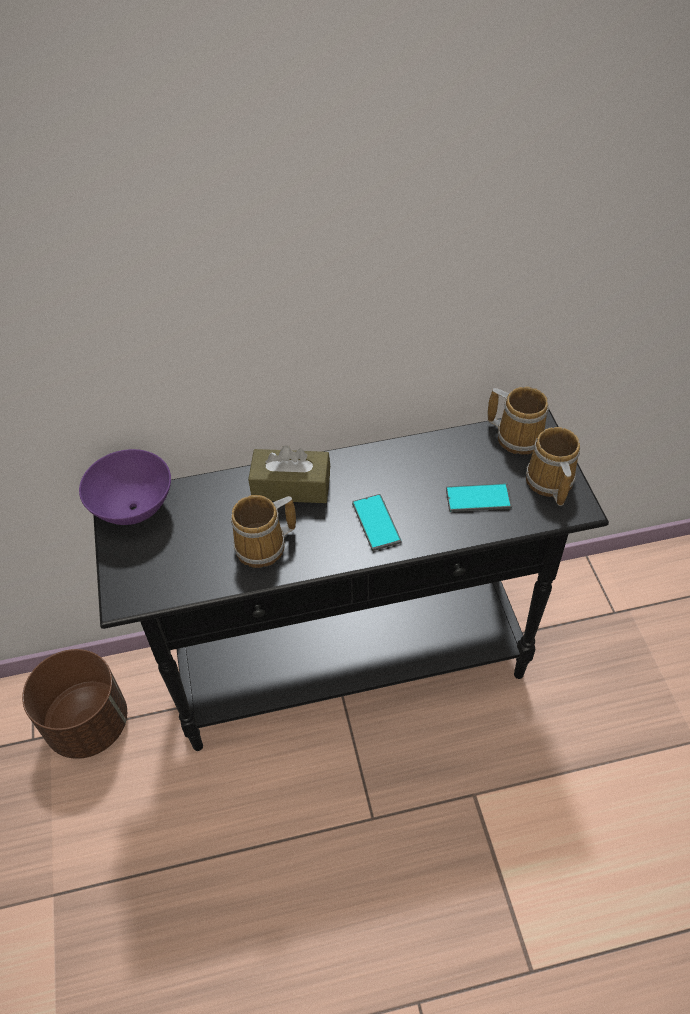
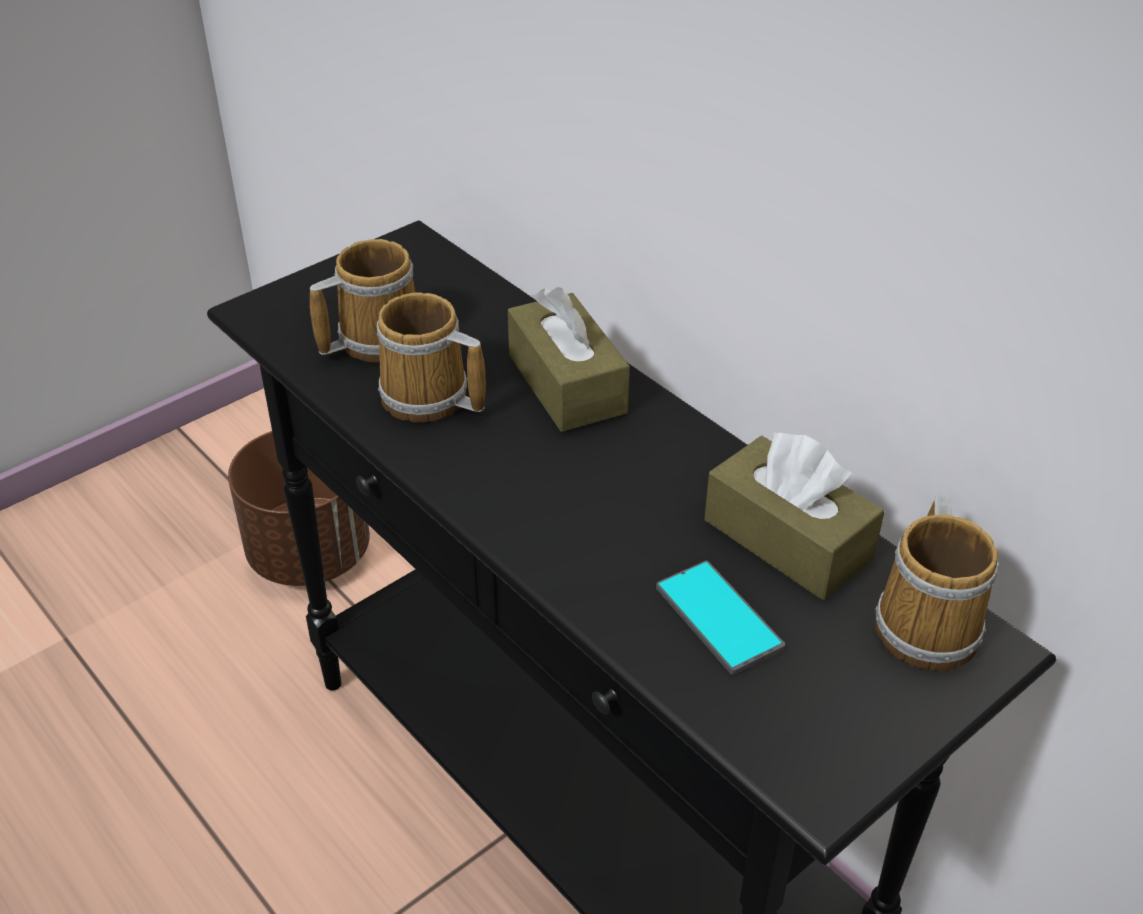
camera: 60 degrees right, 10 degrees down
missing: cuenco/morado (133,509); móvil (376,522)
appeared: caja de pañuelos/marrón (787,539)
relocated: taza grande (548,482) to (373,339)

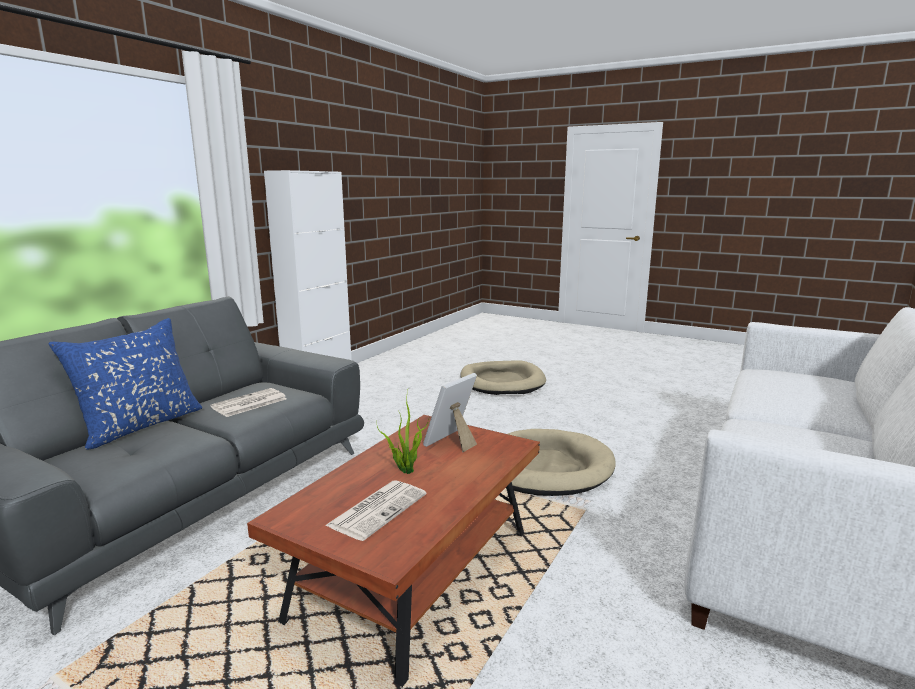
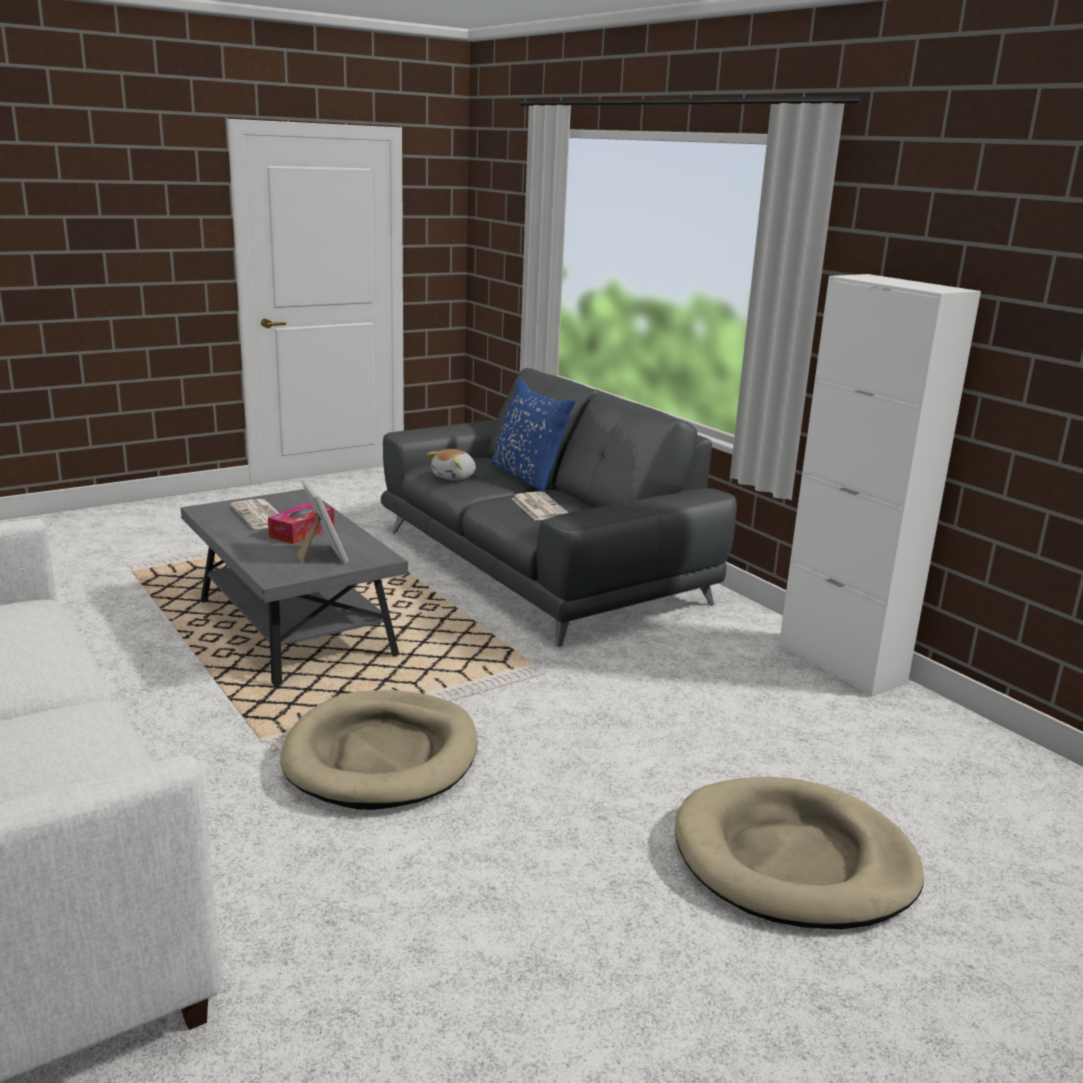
camera: 115 degrees right, 5 degrees up
appeared: peluche (454,477)
exchanged: planta en maceta (405,470) to caja de pañuelos (302,532)
colour: mesa de centro/marrón (415,576) to mesa de centro/gris (294,629)

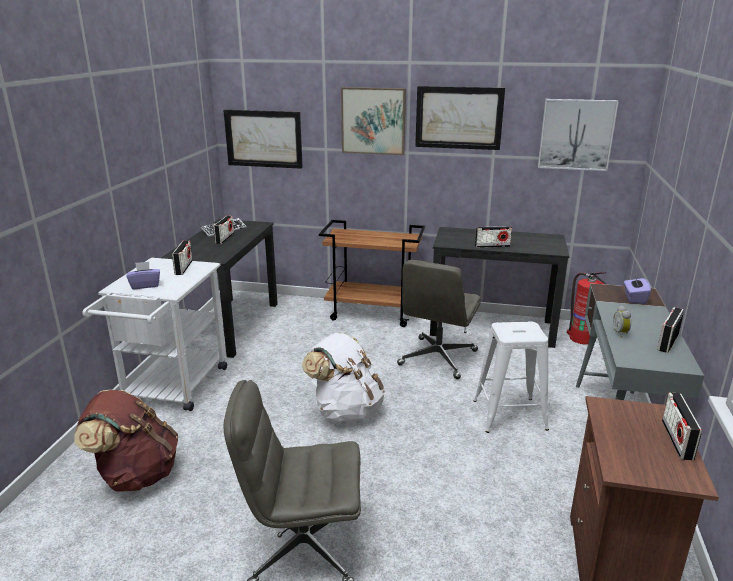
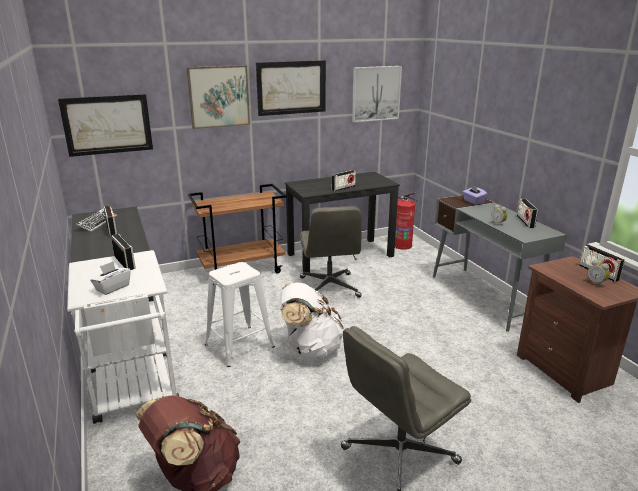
camera: 35 degrees left, 0 degrees up
appeared: despertador (596,283)
relocated: taburete/blanco (509,415) to (239,345)
colour: caja de pañuelos/morado (145,285) to caja de pañuelos/blanco (112,288)

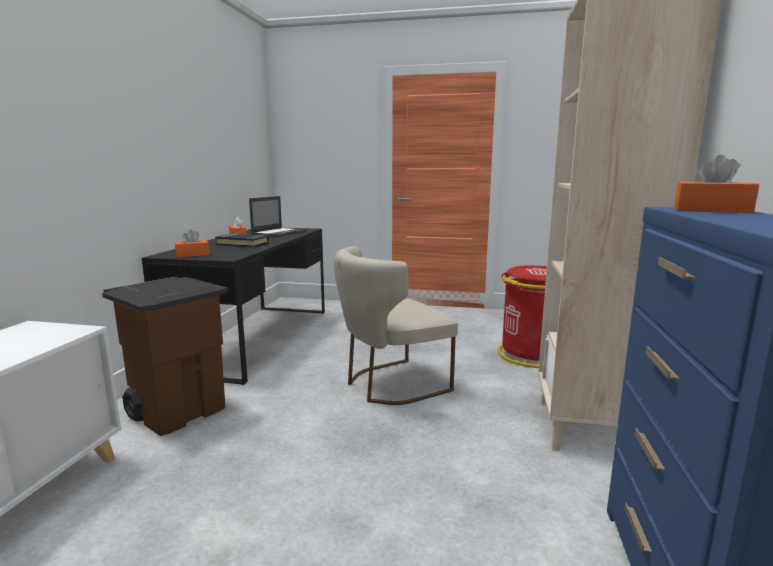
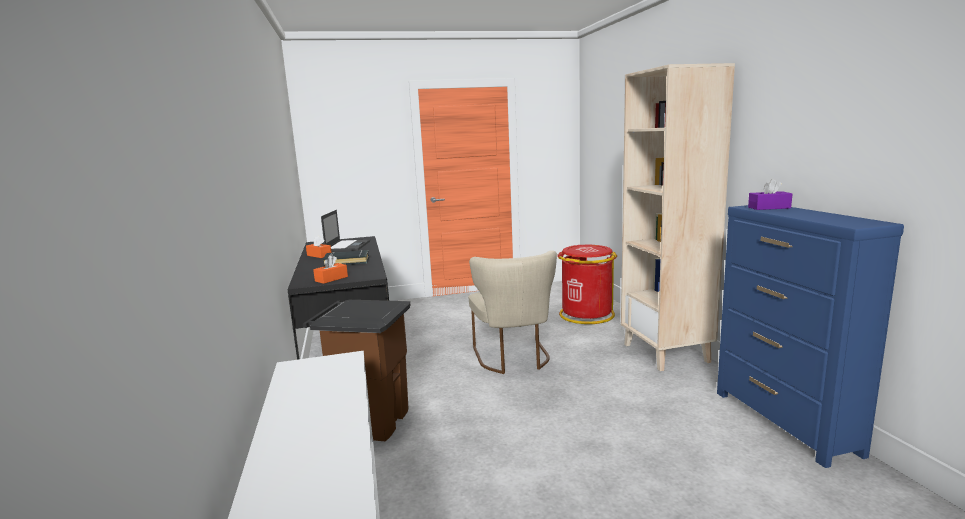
camera: 25 degrees left, 0 degrees up
colour: caja de pañuelos/naranja (711,210) to caja de pañuelos/morado (769,208)
spun: silla/beis (390,384) = (514,359) 45 degrees counterclockwise

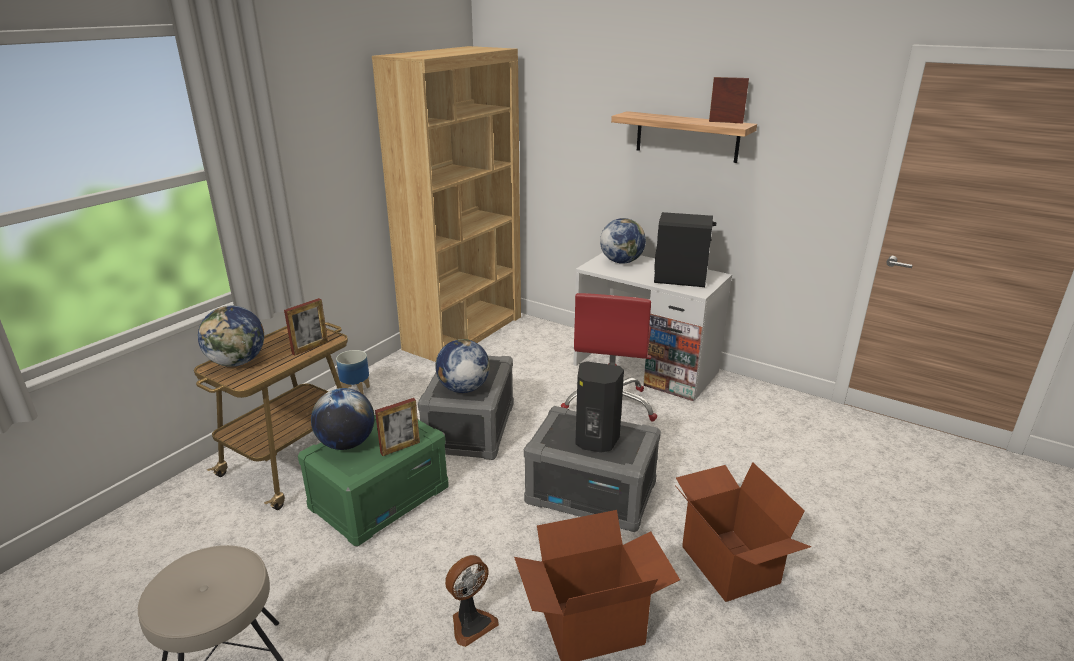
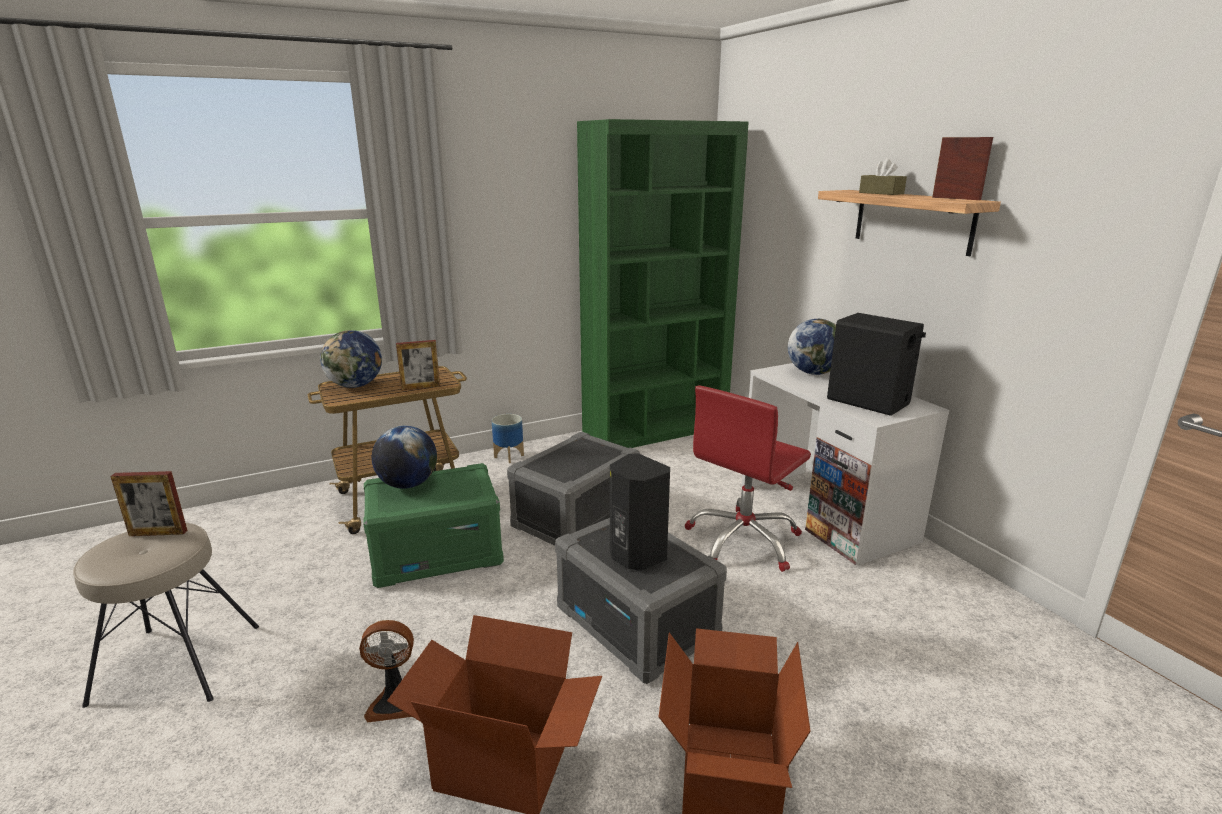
camera: 30 degrees right, 5 degrees down
missing: globo terráqueo (463,389)
appeared: caja de pañuelos/marrón (881,193)
relocated: portarretratos (400,448) to (158,533)
colour: estantería/marrón (464,332) to estantería/verde (655,429)

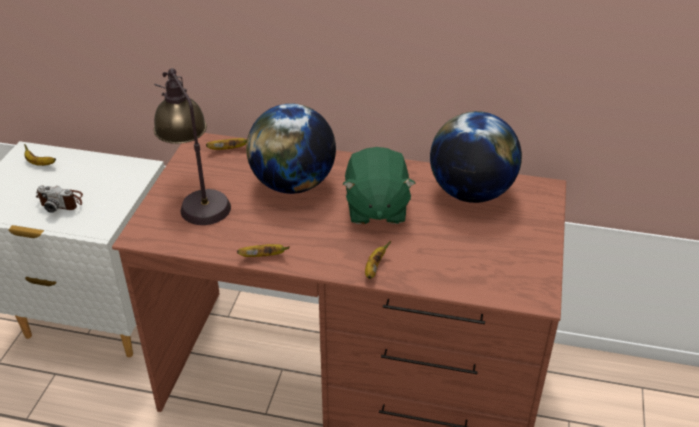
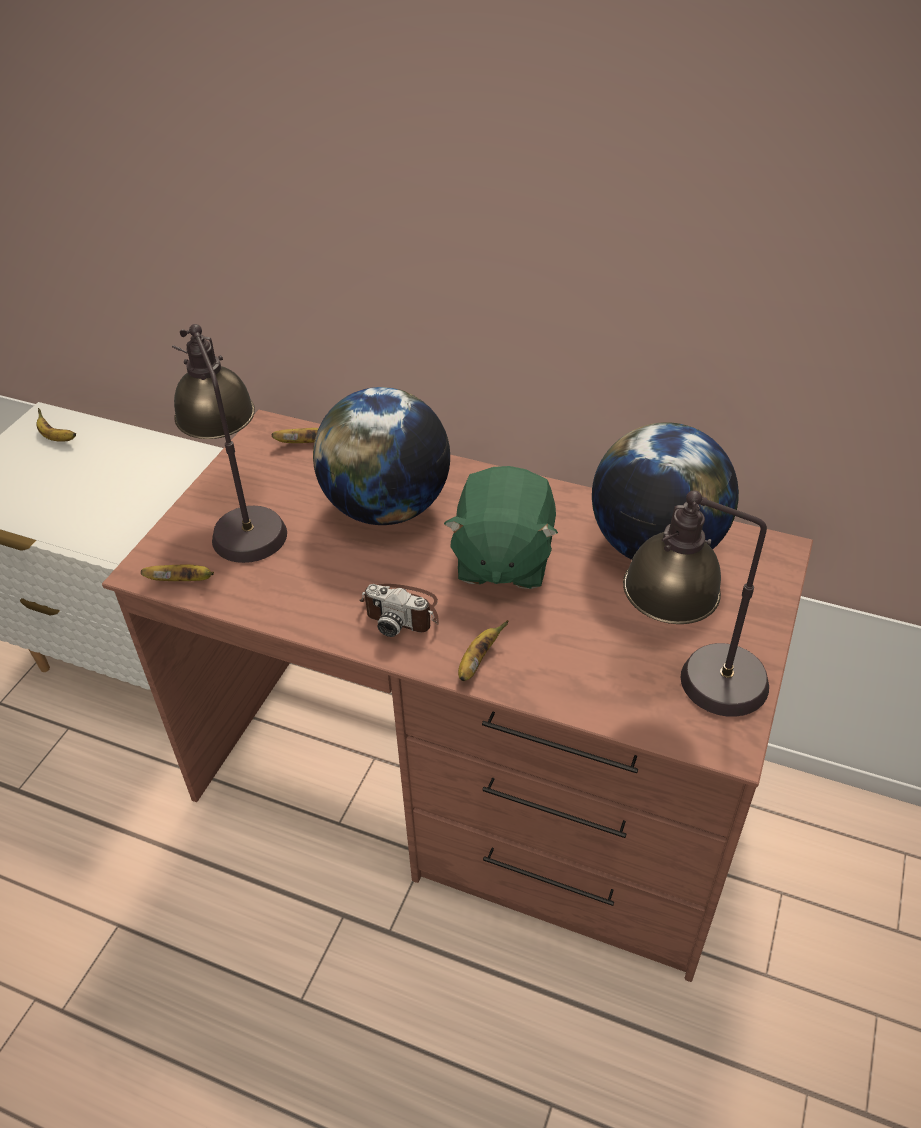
camera: 10 degrees right, 5 degrees up
appeared: lámpara de mesa (689,680)
relocated: cámara (62,201) to (402,611); plátano (263,256) to (183,581)

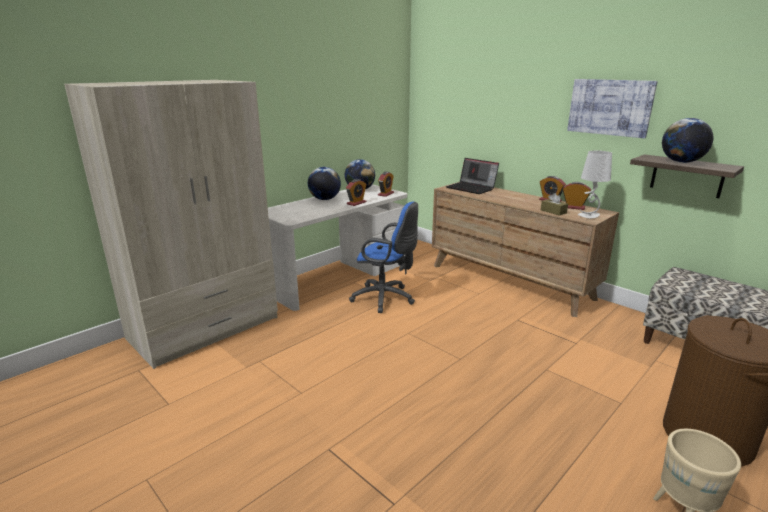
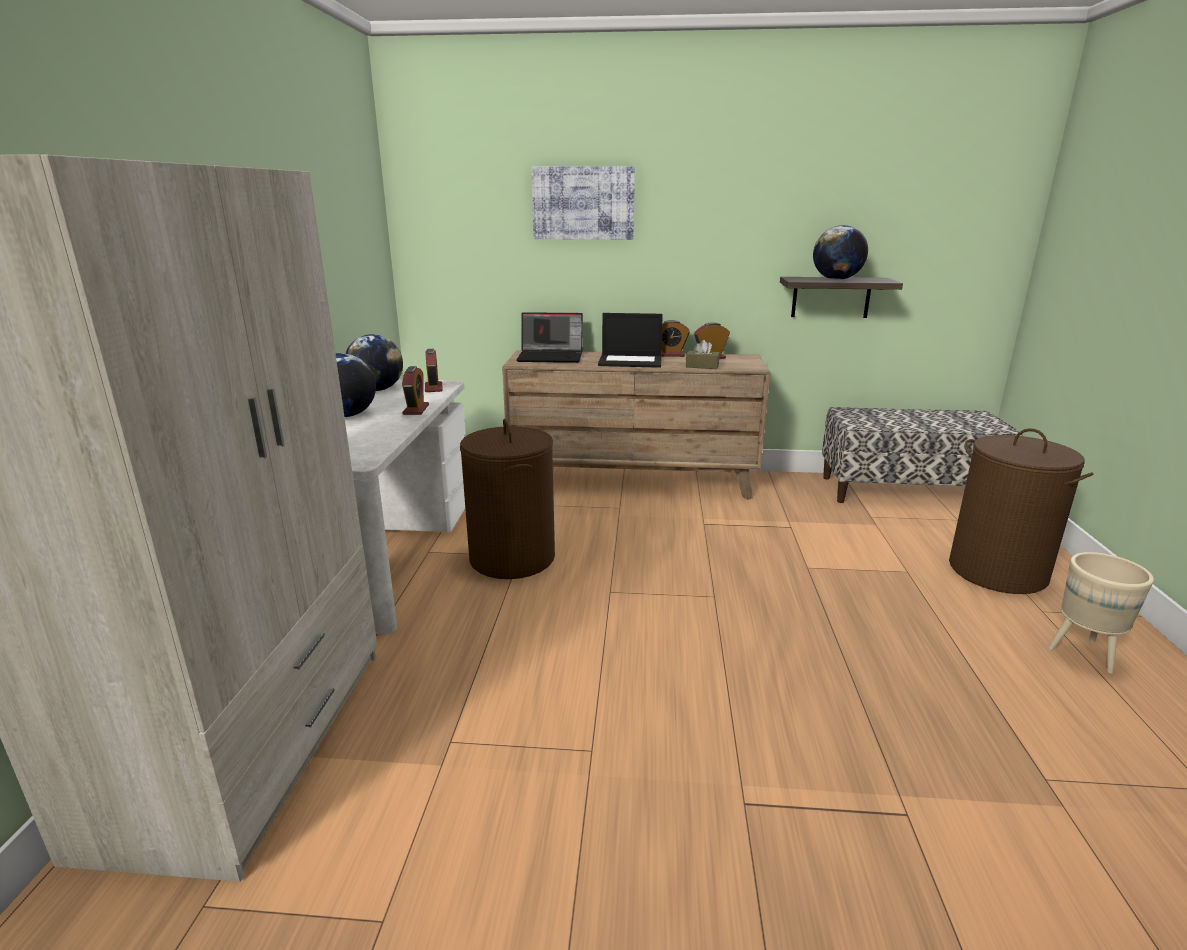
camera: 40 degrees left, 0 degrees up
missing: lámpara de mesa/gris (589,216)
appeared: portátil (631,361)
relocated: cuadro (610,107) to (583,203)
exchanged: silla de oficina/azul (386,299) to cesto de la ropa/marrón (512,558)

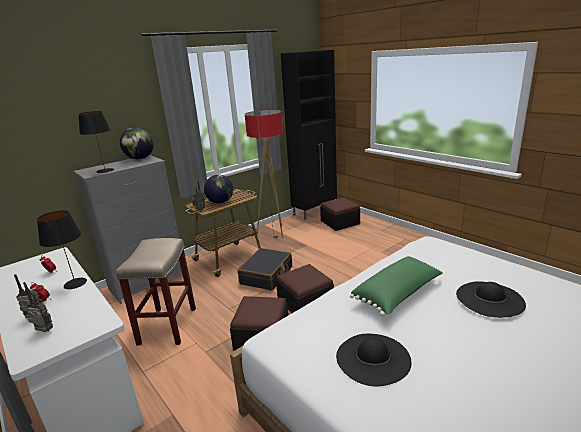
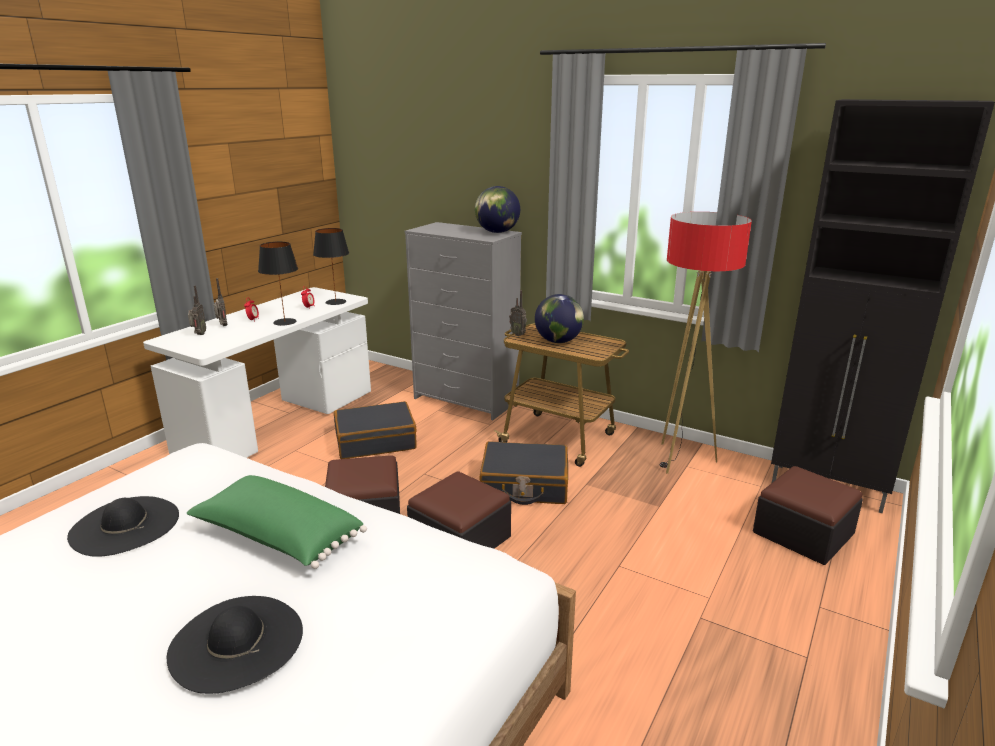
camera: 70 degrees right, 0 degrees up
relocated: lámpara de mesa/negro (105,170) to (335,302)
exchanged: taburete/beis (168,326) to maleta/negro (375,441)

